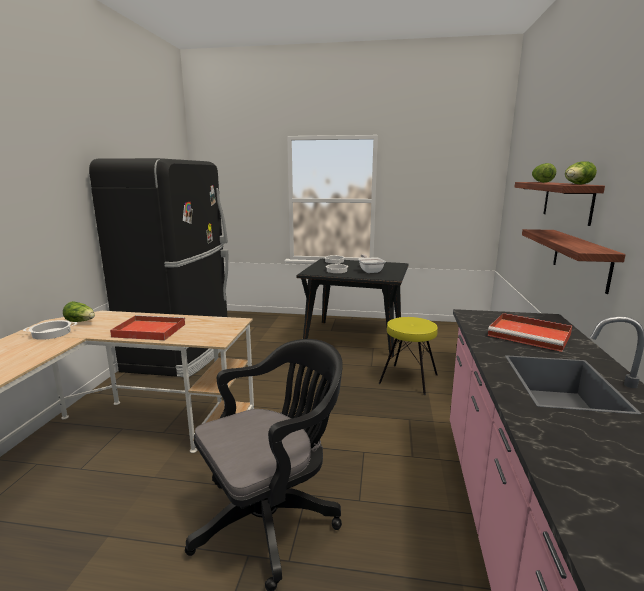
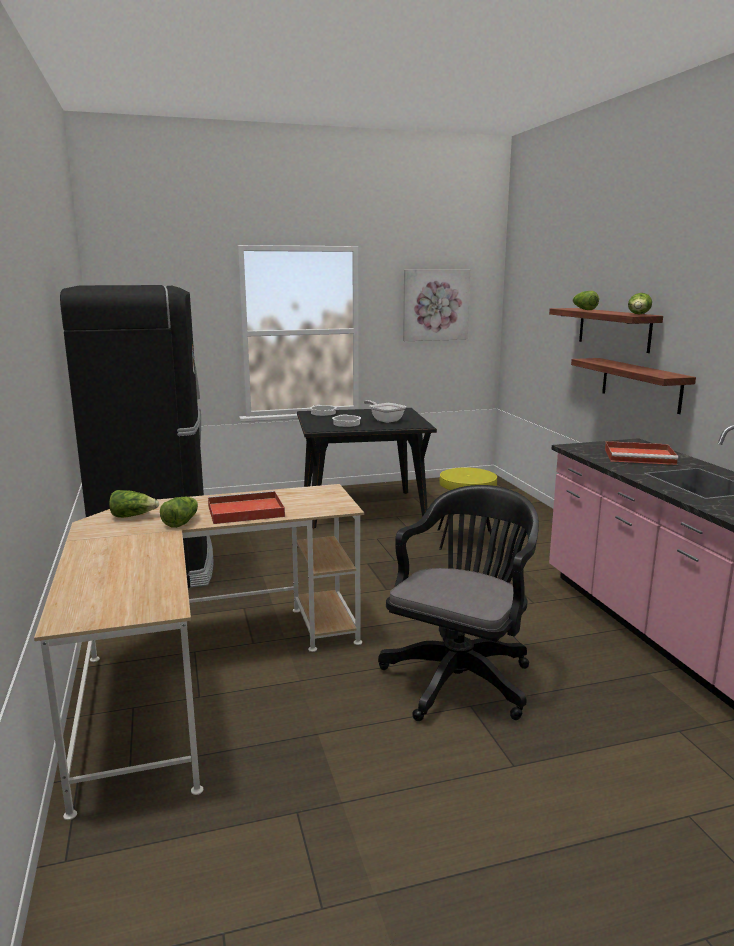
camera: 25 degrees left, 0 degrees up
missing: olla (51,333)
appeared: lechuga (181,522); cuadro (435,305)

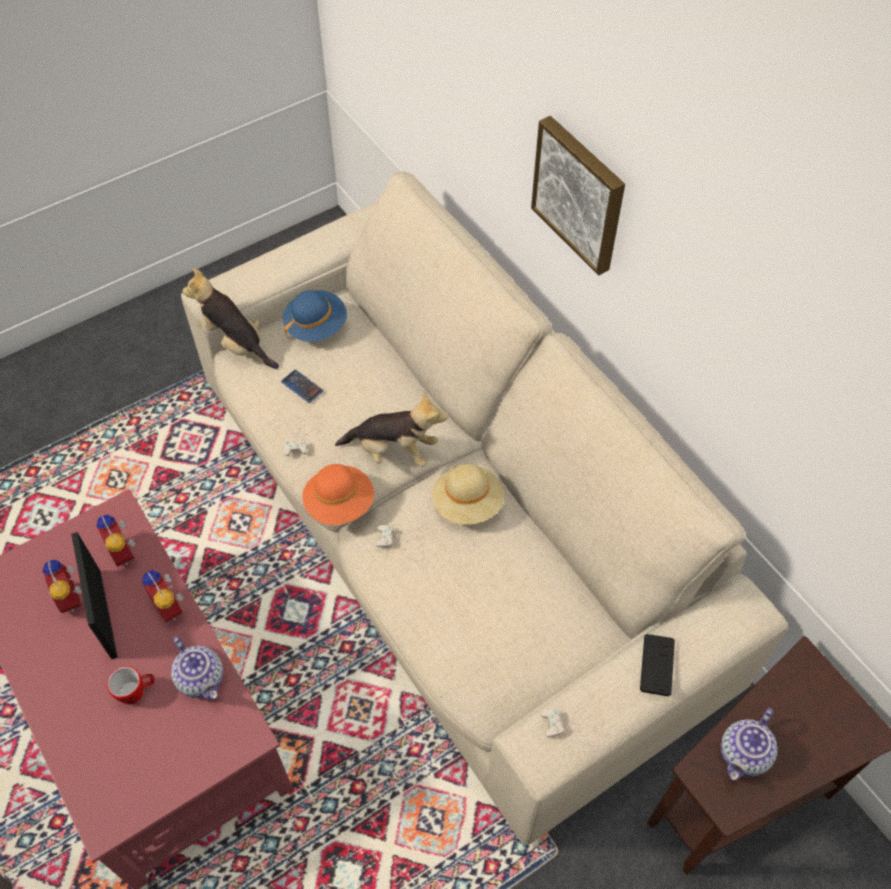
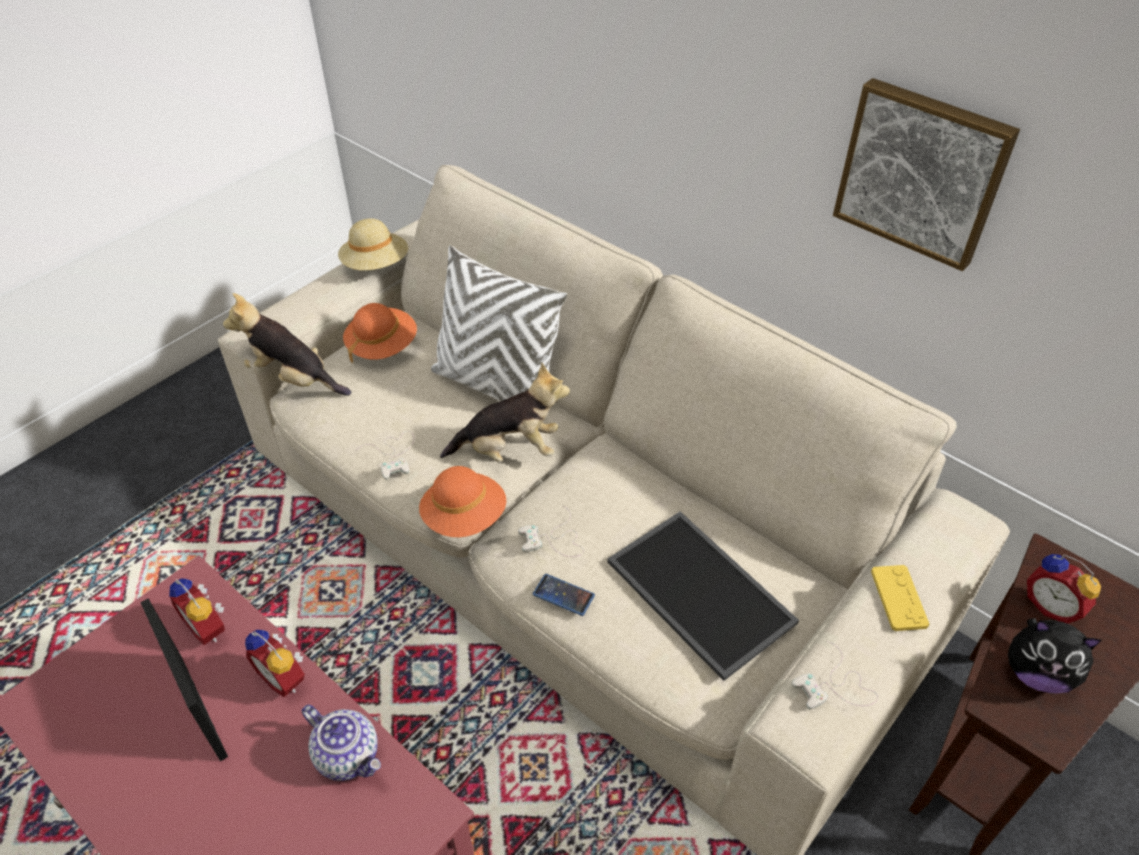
camera: 15 degrees left, 10 degrees down
missing: taza grande (137,691)
appeared: cojín/blanco (496,385); bandeja (696,592)
relocated: despertador (73,597) to (1052,605); móvil (302,386) to (563,595); sombrero/beis (468,504) to (376,265); cuadro (580,194) to (922,172)
exchanged: tetera (744,755) to peluche (1036,673)
colour: sombrero/azul (316,326) to sombrero/naranja (382,346); mando de consola/negro (657,665) to mando de consola/amarillo (898,598)

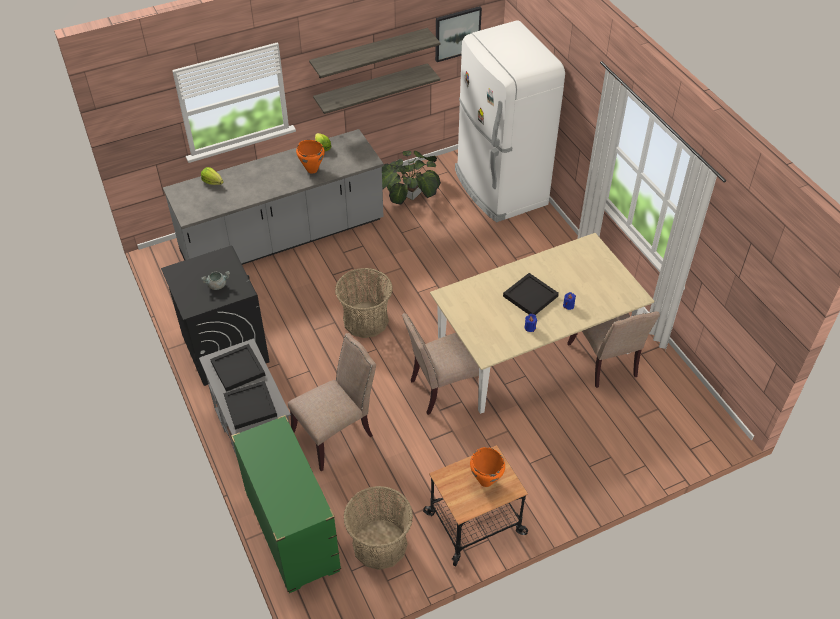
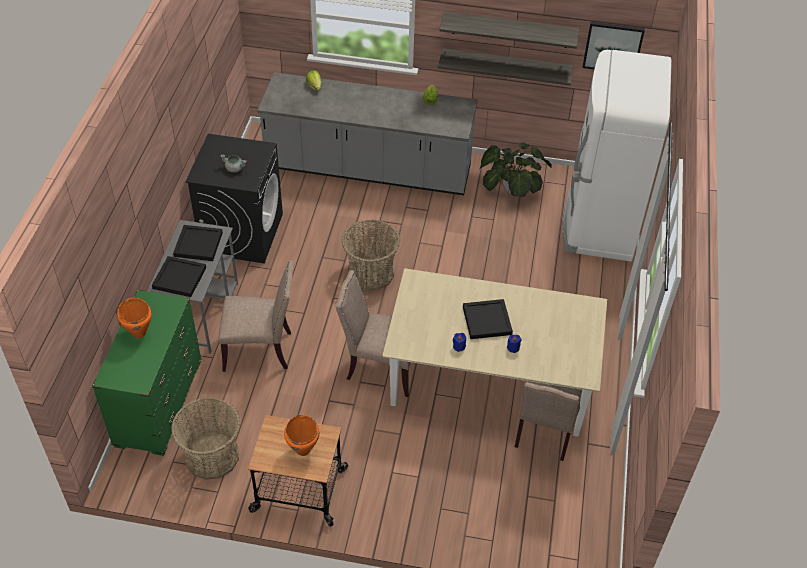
camera: 35 degrees right, 0 degrees up
relocated: olla/naranja (312,169) to (139,332)

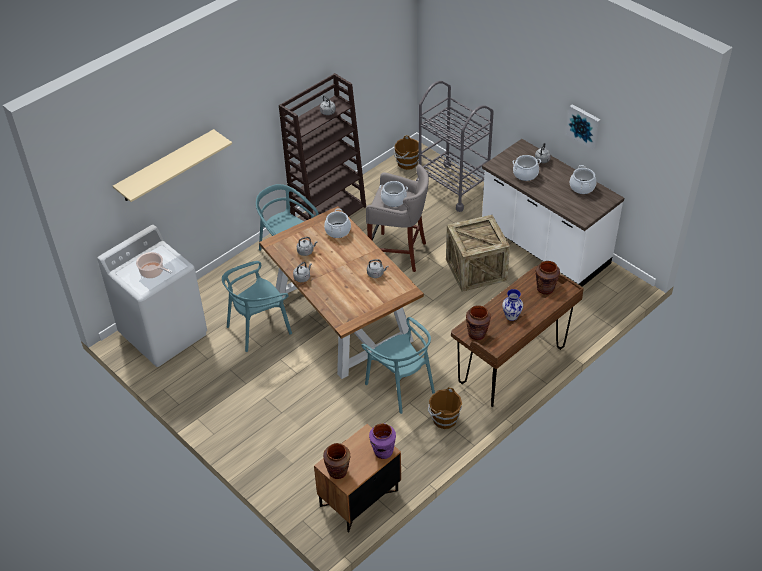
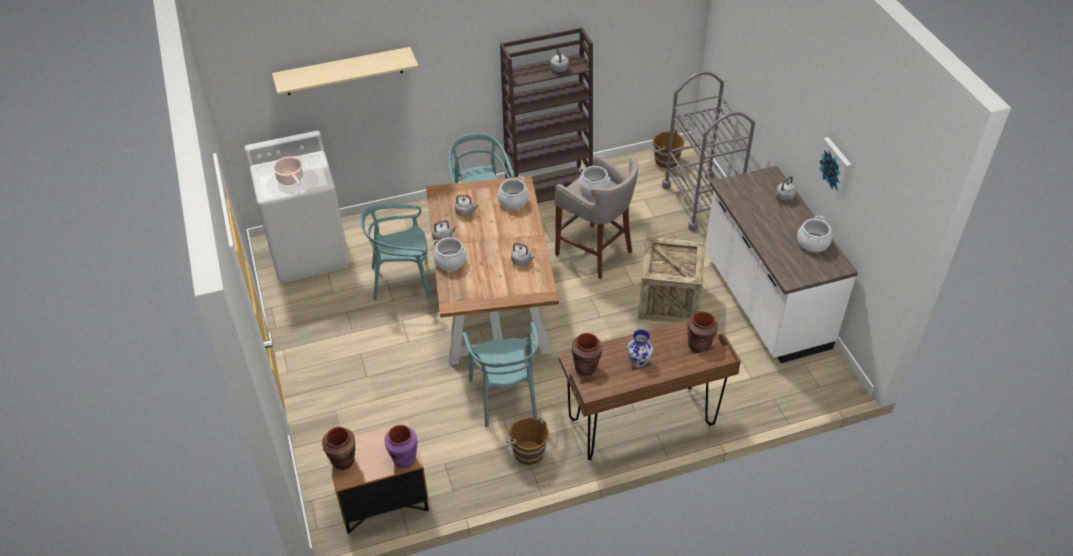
camera: 25 degrees right, 0 degrees up
relocated: olla (525,174) to (450,261)

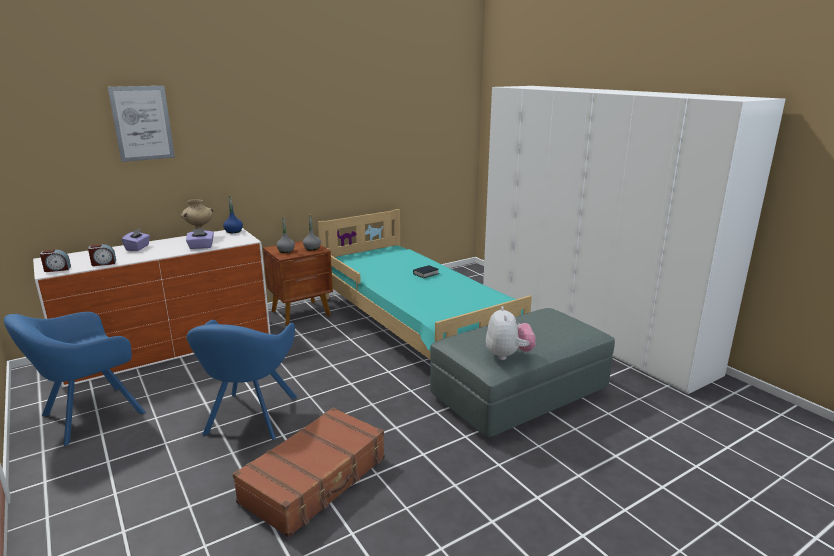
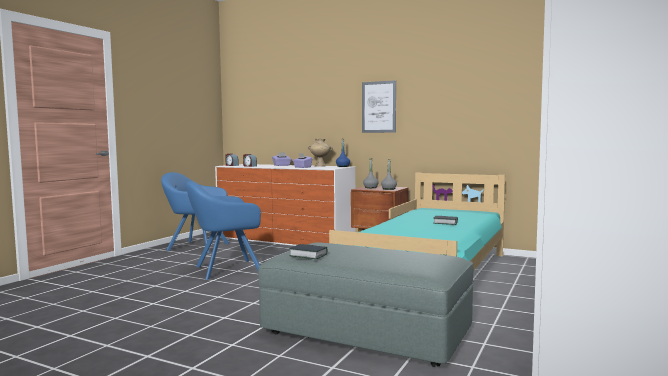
camera: 60 degrees right, 15 degrees down
missing: maleta/marrón (315,480)
relocated: cuadro (142,123) to (379,107)
exchanged: peluche (508,355) to libro (308,255)

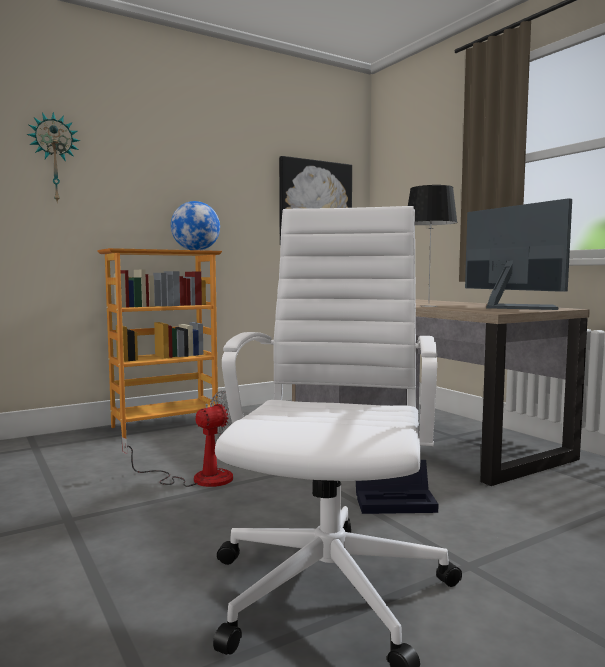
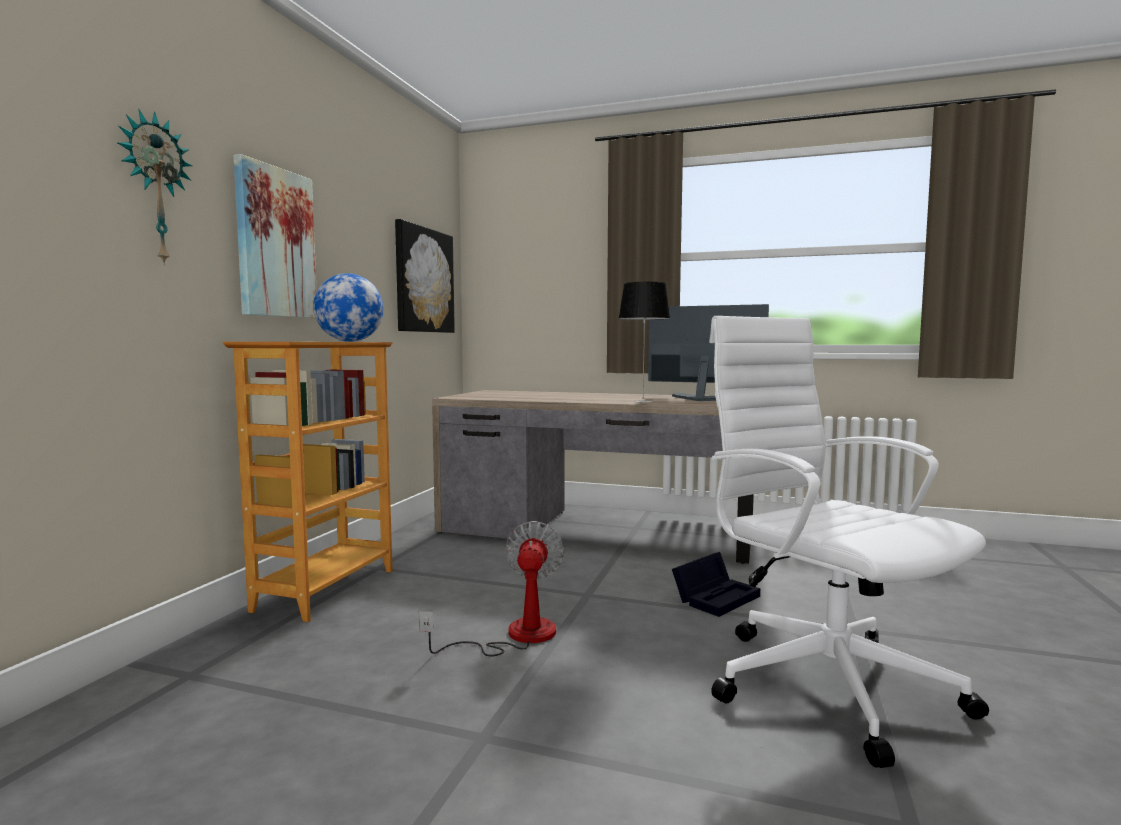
camera: 40 degrees left, 0 degrees up
appeared: cuadro (275,243)

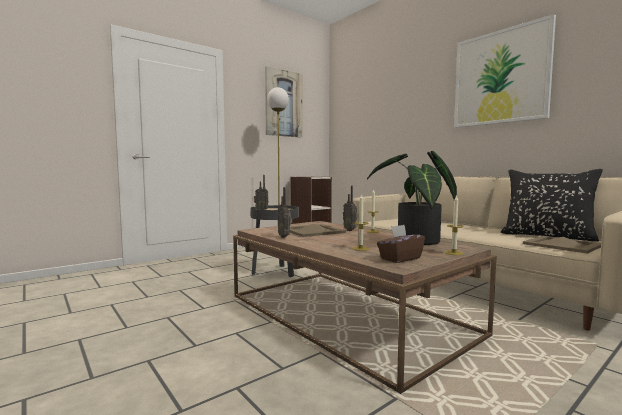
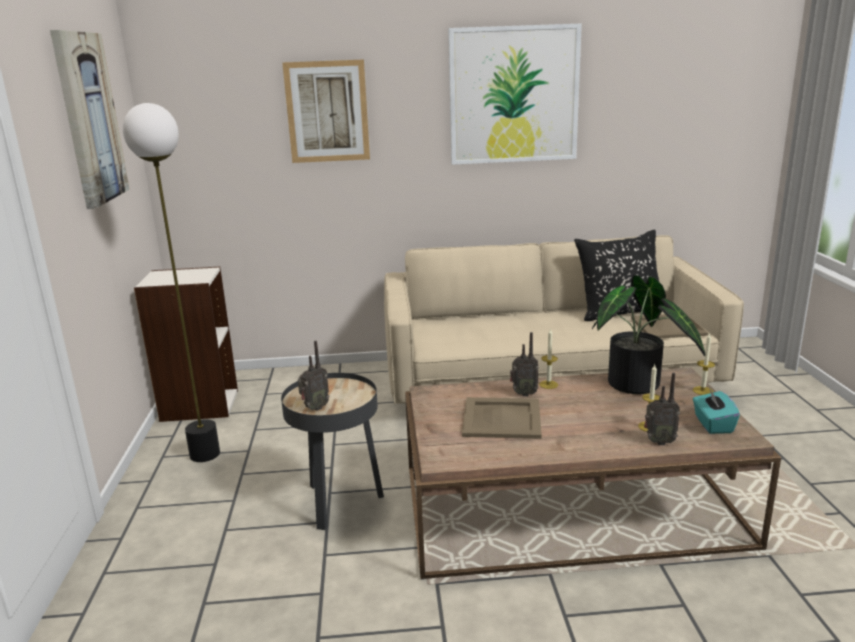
camera: 55 degrees left, 15 degrees up
appeared: cuadro (327,112)
relocated: radio (285,237) to (658,441)
colour: caja de pañuelos/marrón (400,259) to caja de pañuelos/turquesa (712,424)

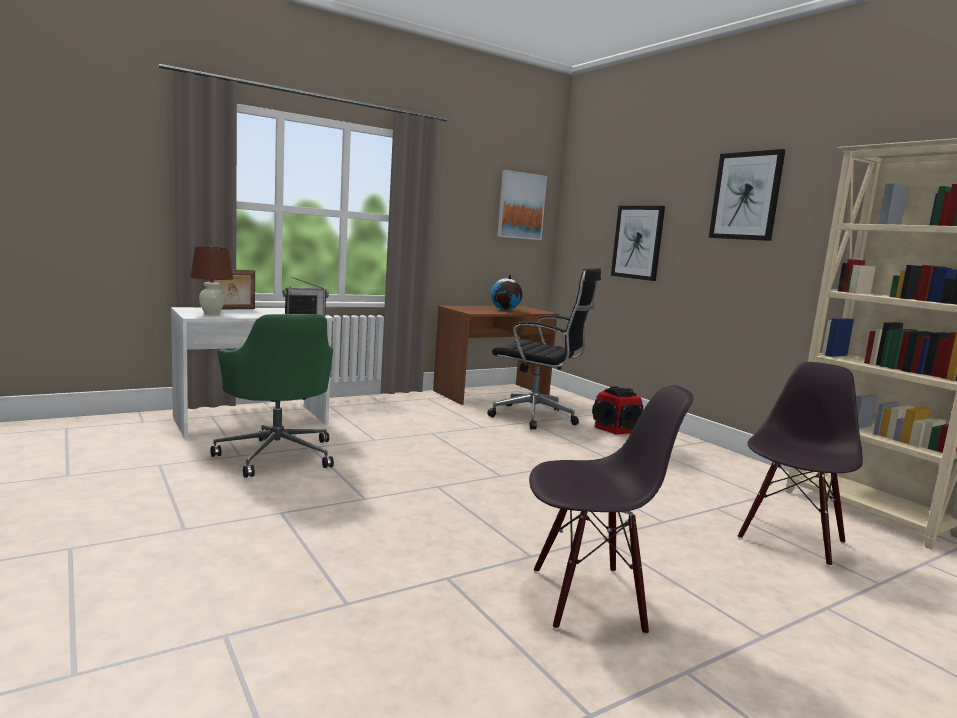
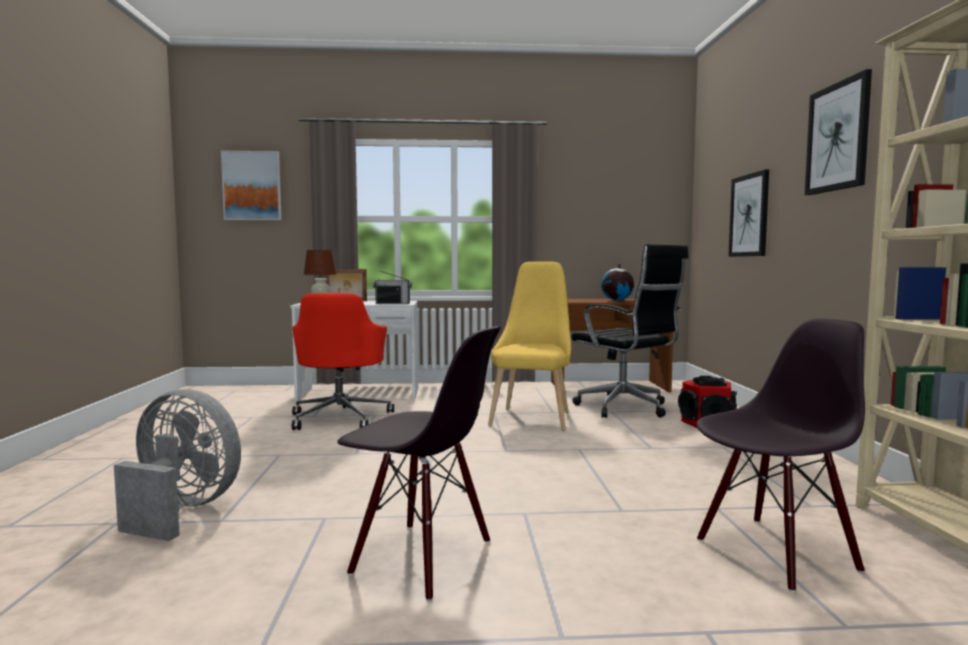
camera: 30 degrees right, 5 degrees down
appeared: ventilador/gris (181,510); silla/amarillo (533,417)
relocated: cuadro (521,206) to (252,186)
colour: silla de oficina/verde (277,454) to silla de oficina/rojo (341,417)

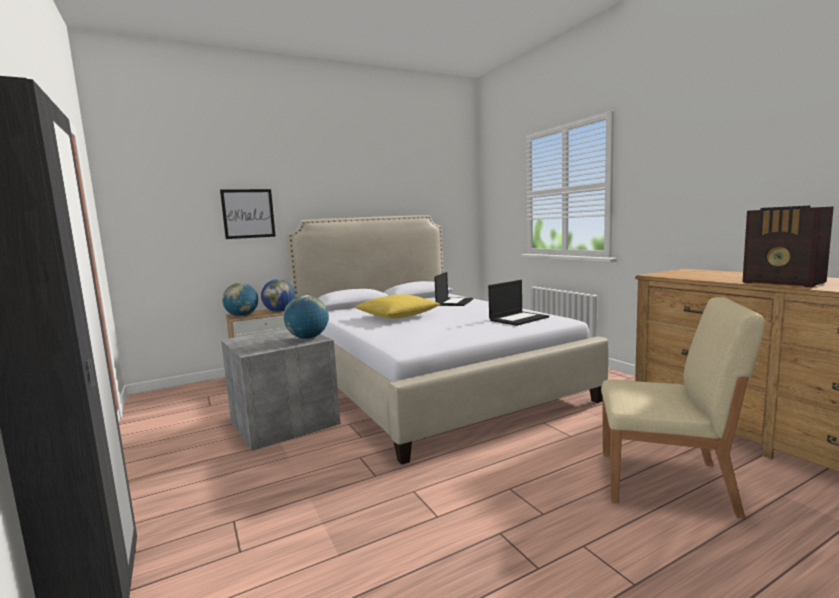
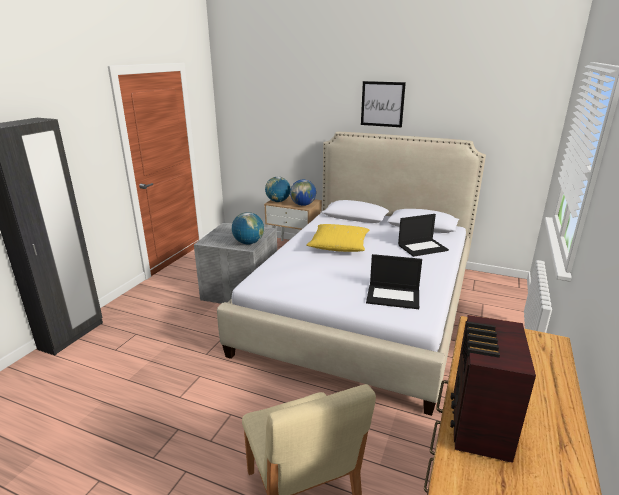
camera: 50 degrees right, 15 degrees up
relocated: cuadro (248,213) to (382,104)

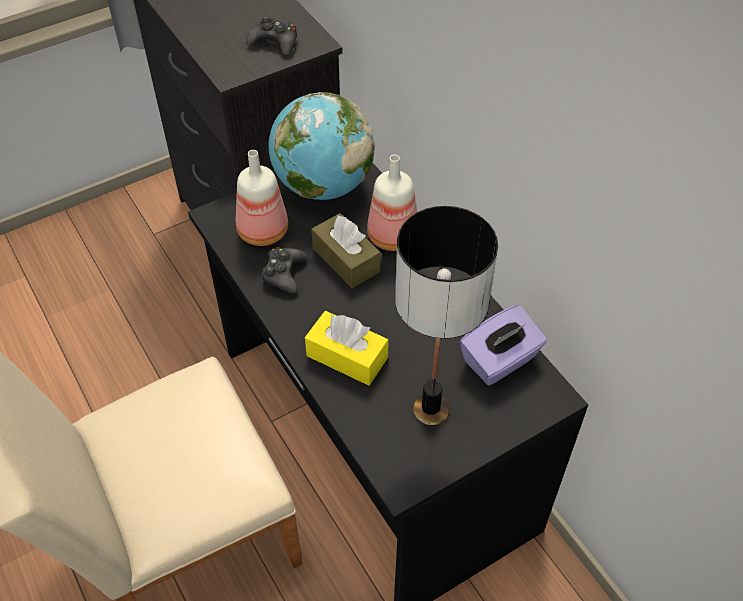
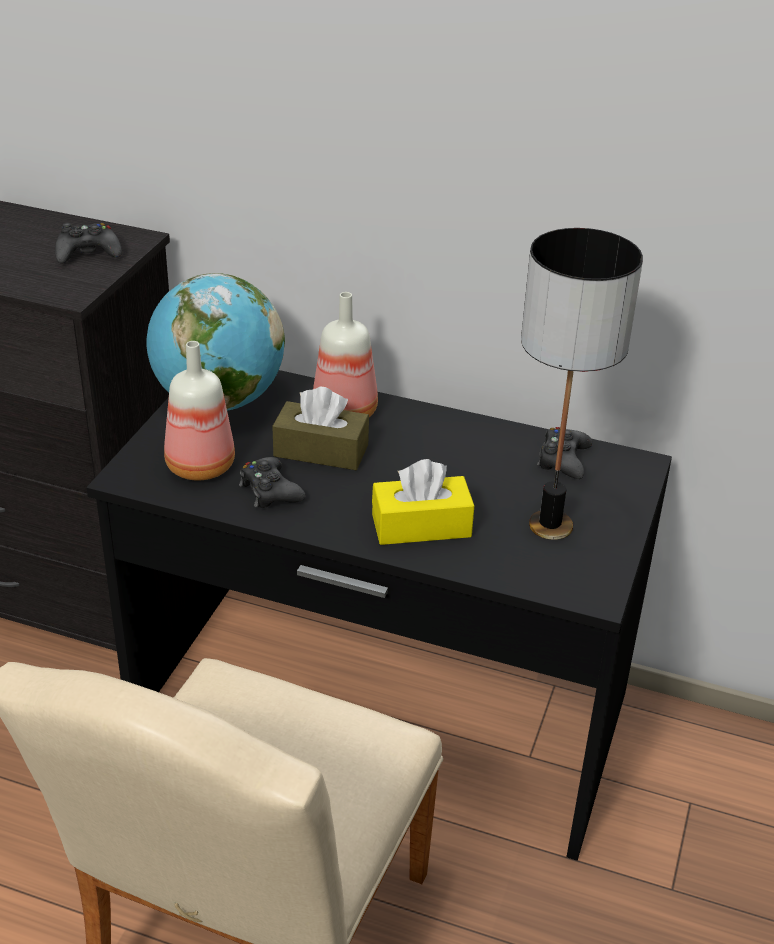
camera: 40 degrees left, 15 degrees down
exchanged: caja de pañuelos/morado (500,360) to mando de consola/negro (563,460)

